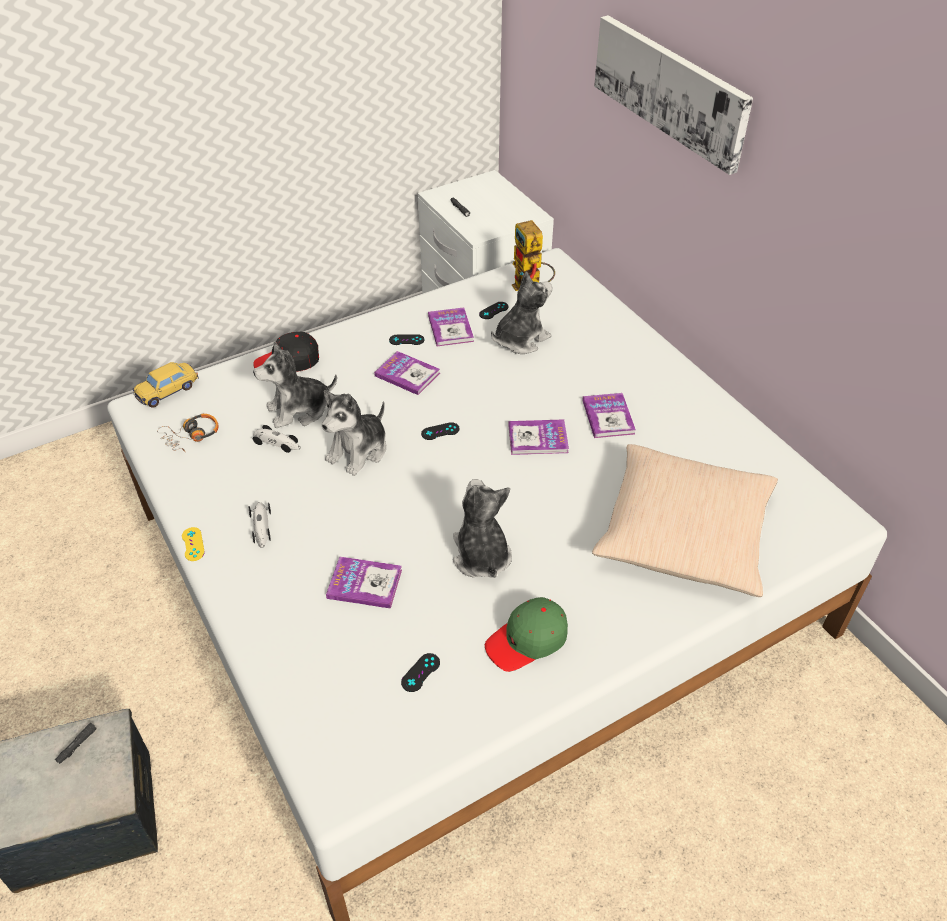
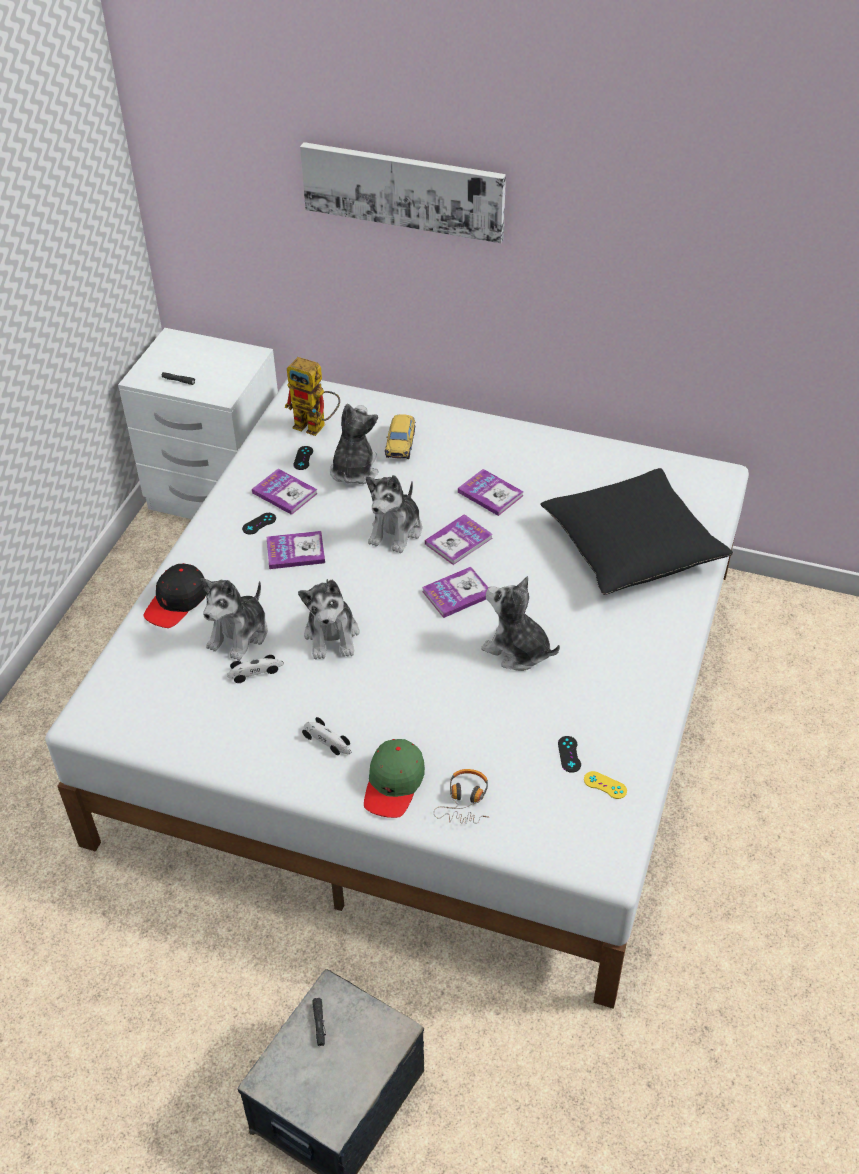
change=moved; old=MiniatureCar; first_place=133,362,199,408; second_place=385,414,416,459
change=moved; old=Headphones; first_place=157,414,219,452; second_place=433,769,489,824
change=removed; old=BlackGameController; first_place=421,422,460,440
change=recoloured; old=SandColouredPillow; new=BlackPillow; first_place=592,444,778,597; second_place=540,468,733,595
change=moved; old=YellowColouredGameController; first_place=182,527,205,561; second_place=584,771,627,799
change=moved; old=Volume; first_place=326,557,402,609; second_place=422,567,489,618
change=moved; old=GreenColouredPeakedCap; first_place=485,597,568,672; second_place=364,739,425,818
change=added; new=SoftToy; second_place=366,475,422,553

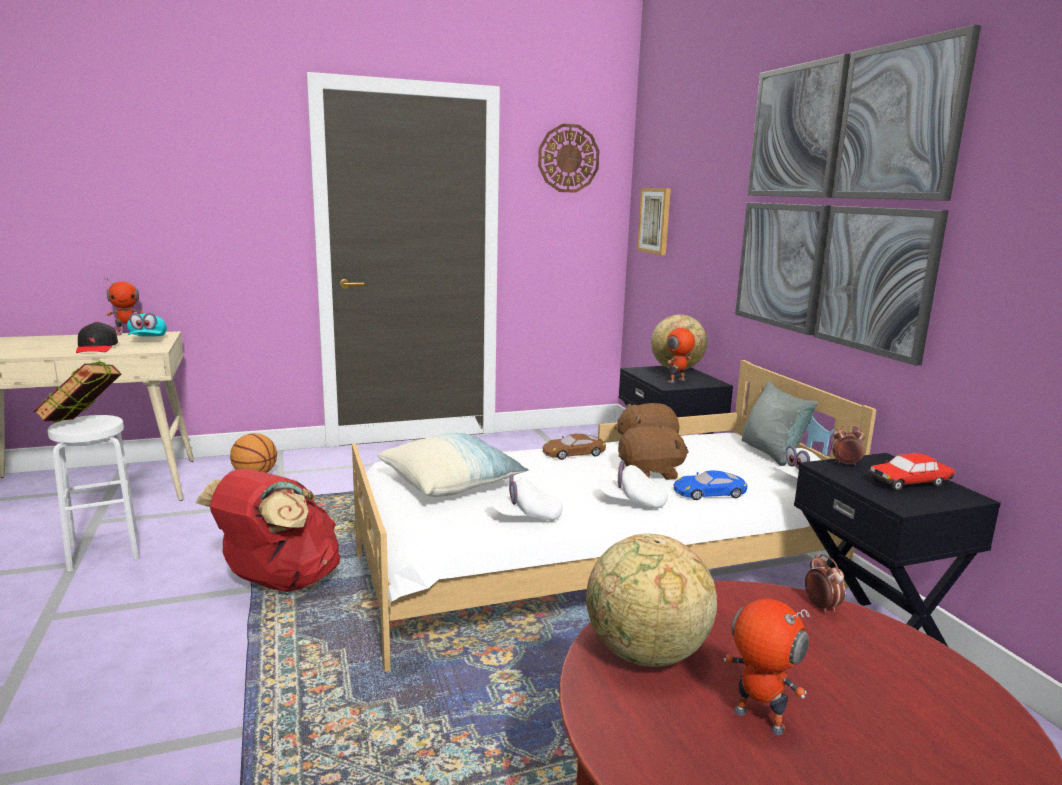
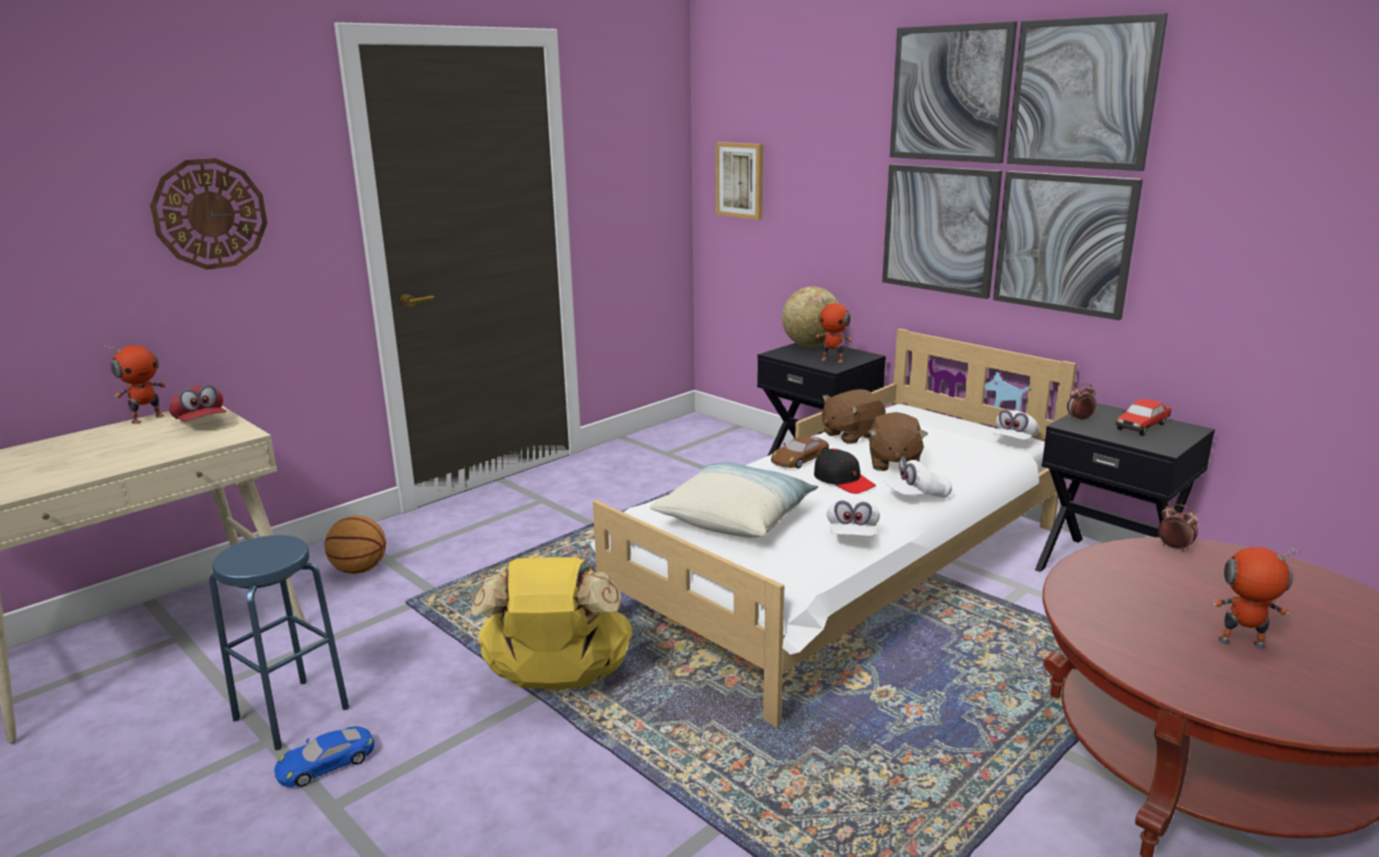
change=moved; old=WallClock; first_place=538,124,600,193; second_place=150,158,267,270
change=recoloured; old=TurquoisePeakedCap; new=ReddishPeakedCap; first_place=127,313,167,337; second_place=169,385,227,421
change=moved; old=BlackPeakedCap; first_place=76,322,118,353; second_place=814,449,876,494
change=turned; old=RobotFigure; first_place=667,324,695,383; second_place=816,298,852,363; degrees=-90
change=removed; old=Volume; first_place=33,361,121,422
change=removed; old=GreyPillow; first_place=741,381,818,466
change=recoloured; old=WhitishStool; new=BlueStool; first_place=47,415,139,572; second_place=209,535,349,750
change=turned; old=BrownColouredSoftToy; first_place=618,426,689,480; second_place=868,412,928,471; degrees=135
change=recoloured; old=ReddishKnapsack; new=YellowColouredKnapsack; first_place=195,469,340,592; second_place=472,557,633,689
change=moved; old=BlueMiniatureCar; first_place=674,470,748,500; second_place=274,726,374,787
change=turned; old=WhitishPeakedCap; first_place=489,474,562,521; second_place=827,499,880,536; degrees=-45
change=removed; old=Globe; first_place=586,533,717,667

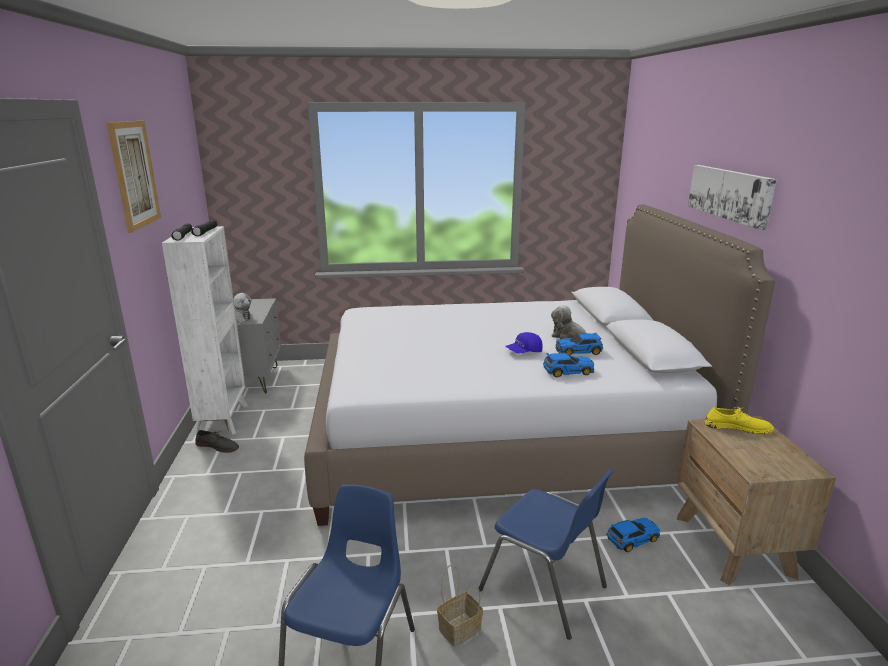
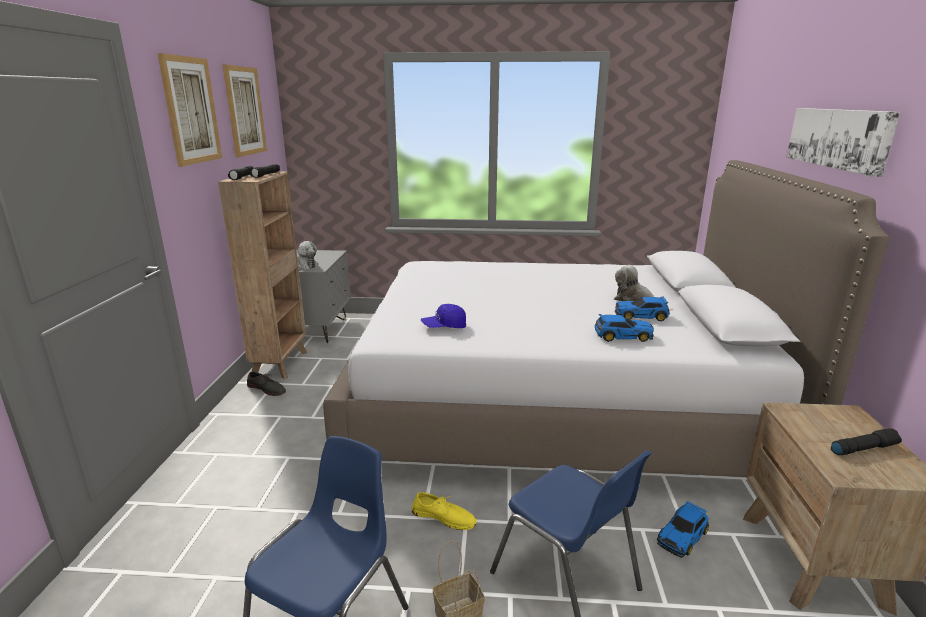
change=recoloured; old=WhitishBookcase; new=BrownColouredBookcase; first_place=162,226,248,435; second_place=218,172,307,379
change=moved; old=BluePeakedCap; first_place=505,332,543,353; second_place=420,304,466,328
change=moved; old=YellowColouredLowShoe; first_place=705,407,774,434; second_place=412,492,477,530
change=turned; old=MiniatureCar; first_place=607,518,660,552; second_place=657,501,709,558; degrees=150
change=added; new=WallArt; second_place=222,64,267,157
change=added; new=BlackHandTorch; second_place=831,428,902,455

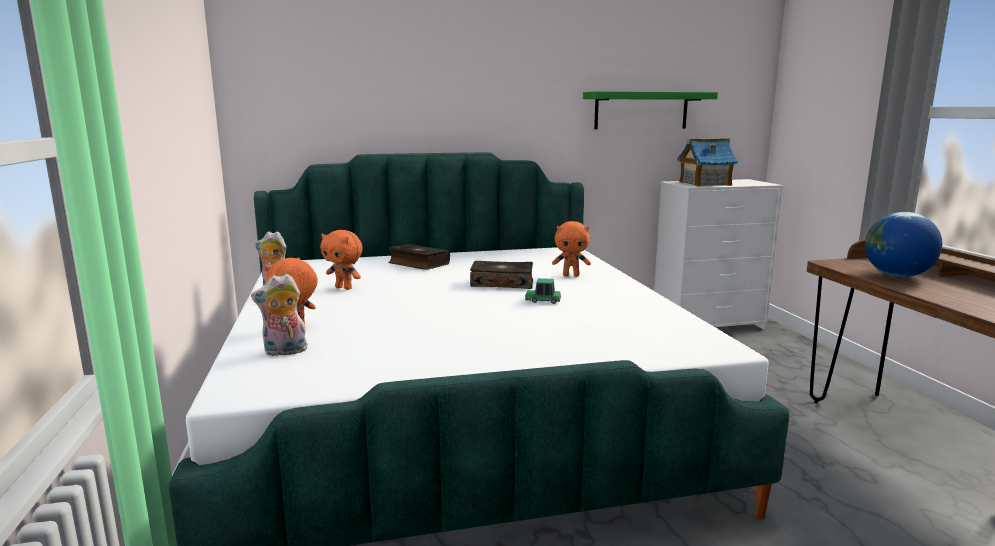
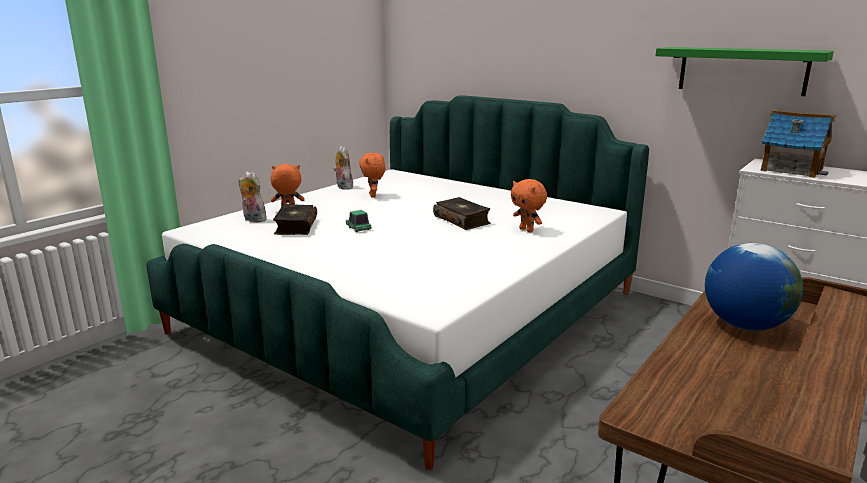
change=moved; old=Volume; first_place=388,244,450,270; second_place=273,204,317,235
change=moved; old=MiniatureCar; first_place=525,278,561,304; second_place=346,210,372,232

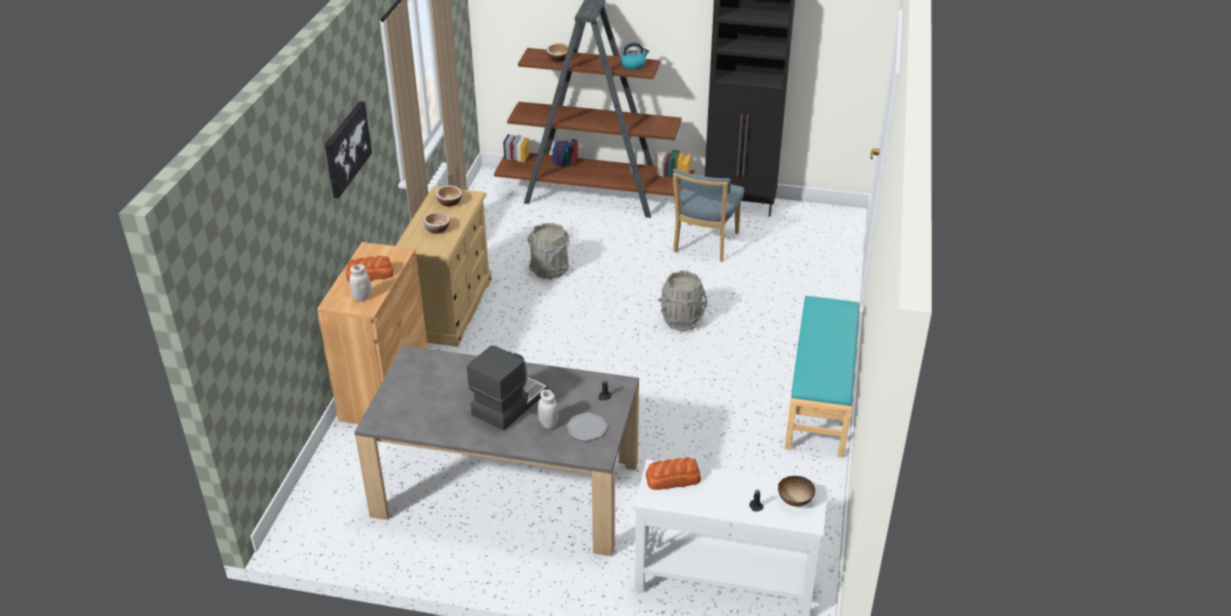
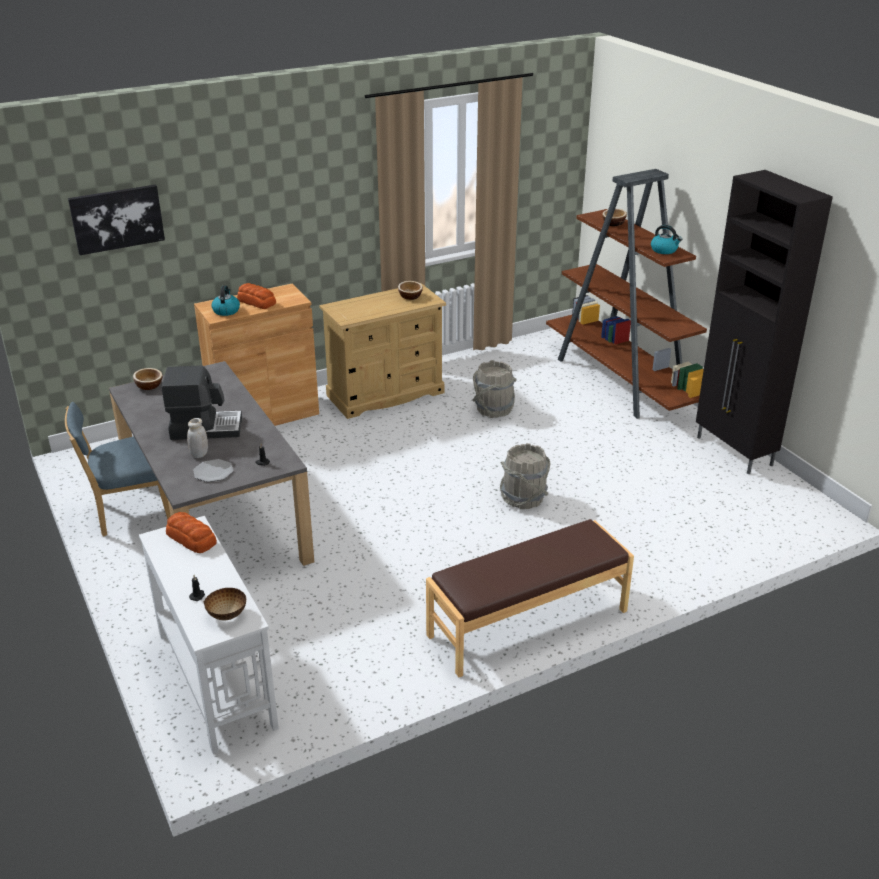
change=moved; old=WallArt; first_place=325,101,372,198; second_place=68,185,165,255
change=moved; old=BluePlainChair; first_place=673,168,744,262; second_place=65,402,171,536
change=moved; old=DeepDish; first_place=423,212,450,233; second_place=133,368,162,390
change=replaced; old=WhitishJar; new=Kettle; first_place=349,264,371,301; second_place=211,285,240,316
change=recoloured; old=TurquoiseIndoorBench; new=BrownColouredIndoorBench; first_place=785,296,860,457; second_place=426,519,634,677

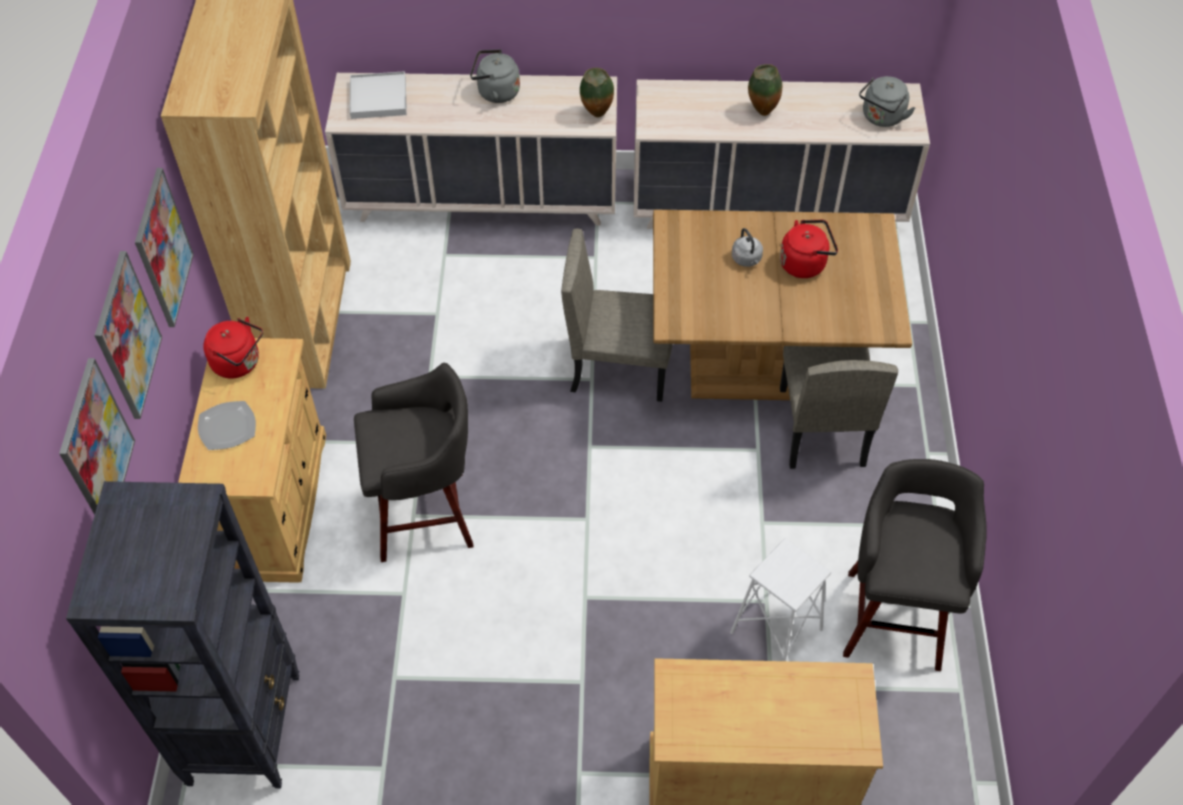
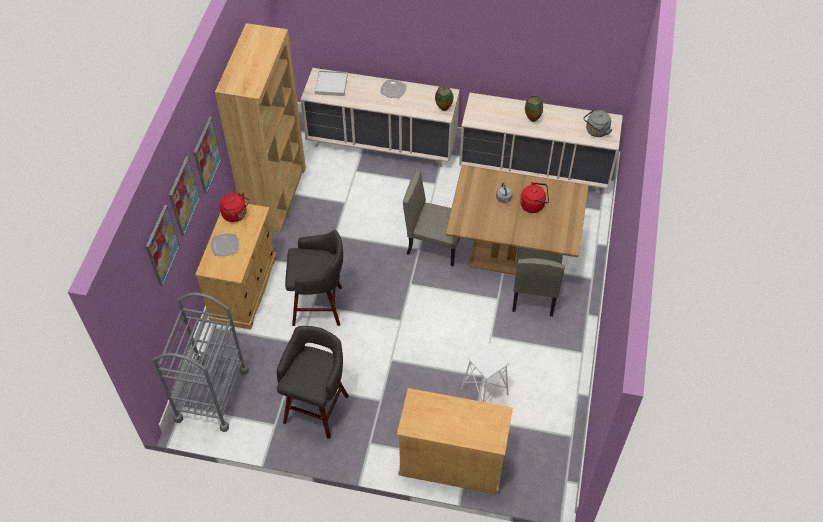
change=replaced; old=GreyKettle; new=DinnerPlate; first_place=470,49,520,103; second_place=380,80,406,98
change=moved; old=GreyStool; first_place=843,459,987,671; second_place=277,326,349,439
change=replaced; old=BlackBookcase; new=GreyCart; first_place=66,481,299,788; second_place=153,293,249,432

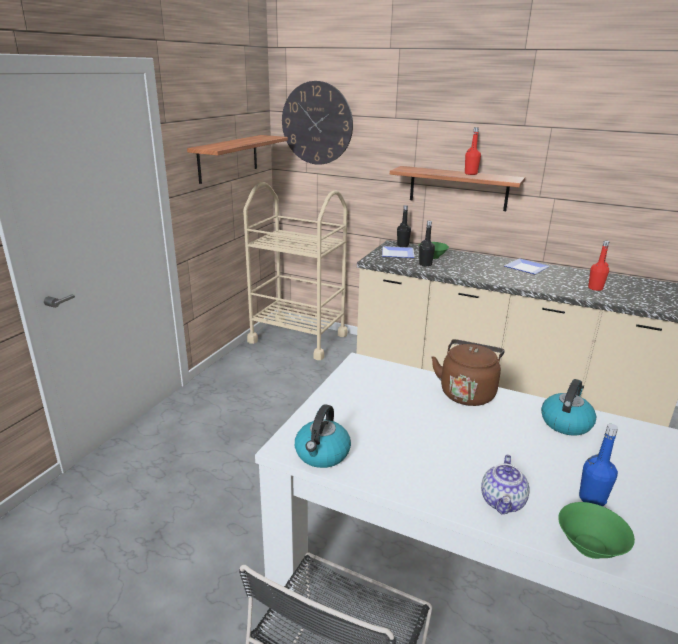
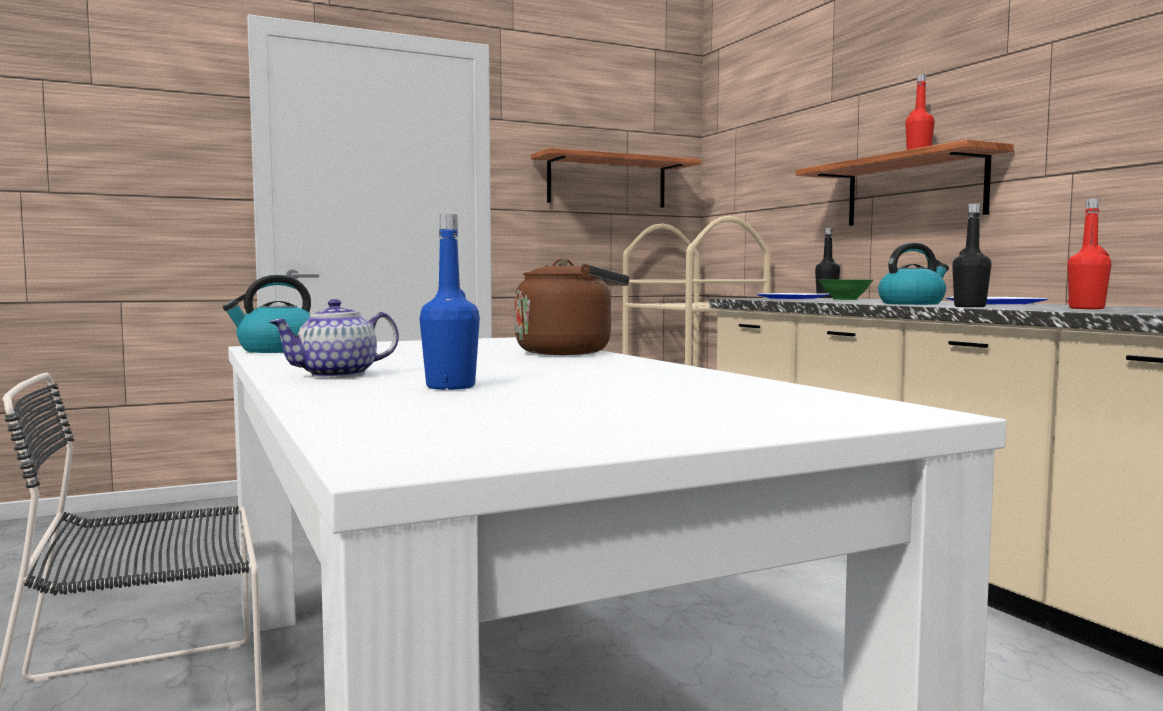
change=removed; old=WallClock; first_place=282,81,353,165
change=moved; old=BlackDrinkBottle; first_place=419,221,435,267; second_place=952,203,991,307
change=moved; old=Kettle; first_place=541,379,596,436; second_place=878,243,949,305
change=removed; old=GreenColouredDeepDish; first_place=558,502,635,559

